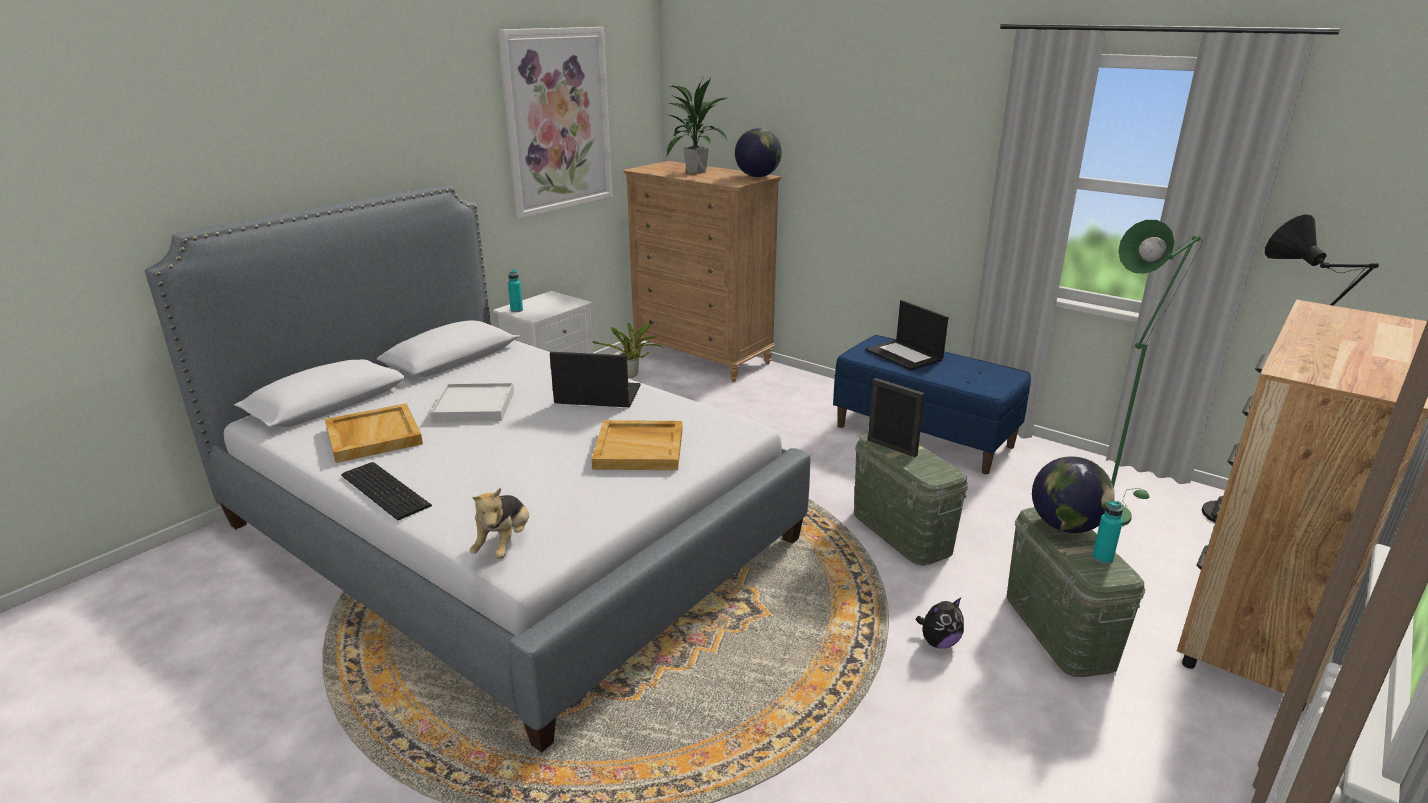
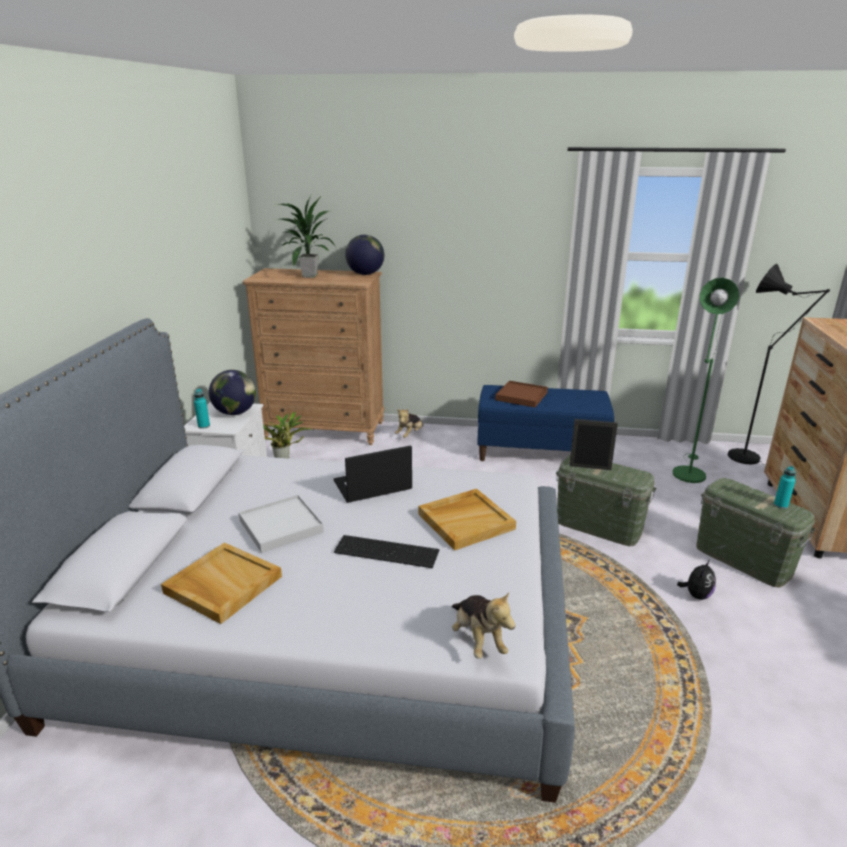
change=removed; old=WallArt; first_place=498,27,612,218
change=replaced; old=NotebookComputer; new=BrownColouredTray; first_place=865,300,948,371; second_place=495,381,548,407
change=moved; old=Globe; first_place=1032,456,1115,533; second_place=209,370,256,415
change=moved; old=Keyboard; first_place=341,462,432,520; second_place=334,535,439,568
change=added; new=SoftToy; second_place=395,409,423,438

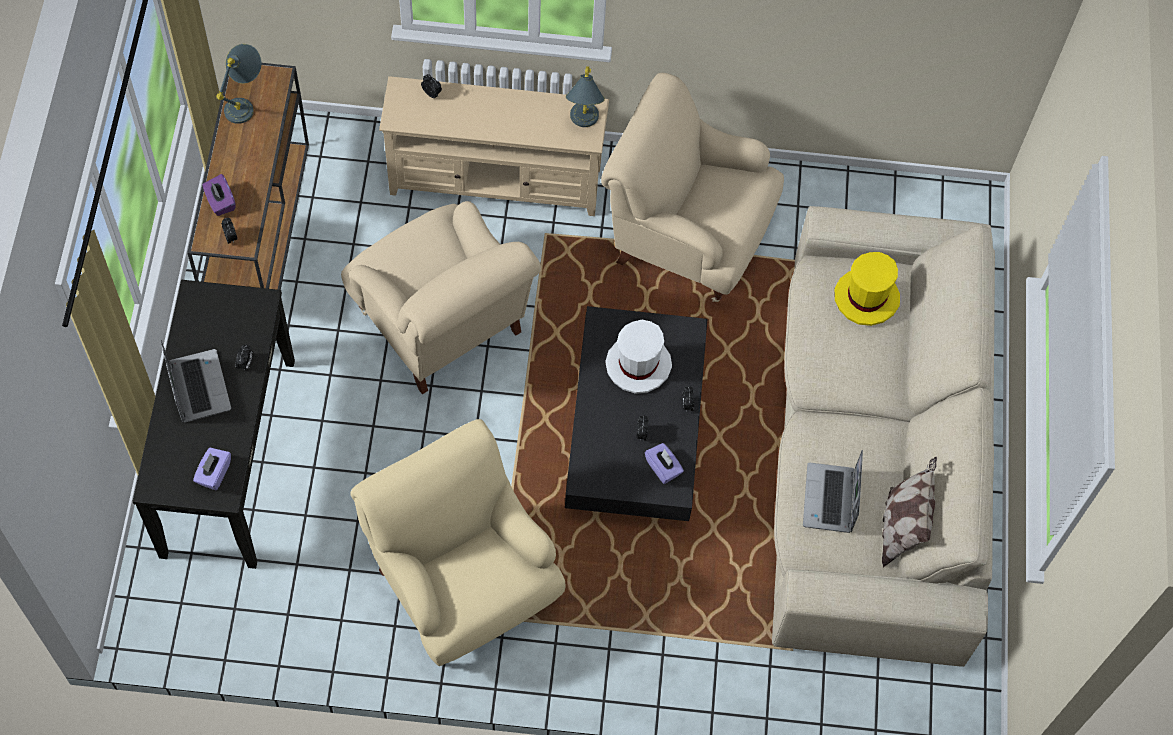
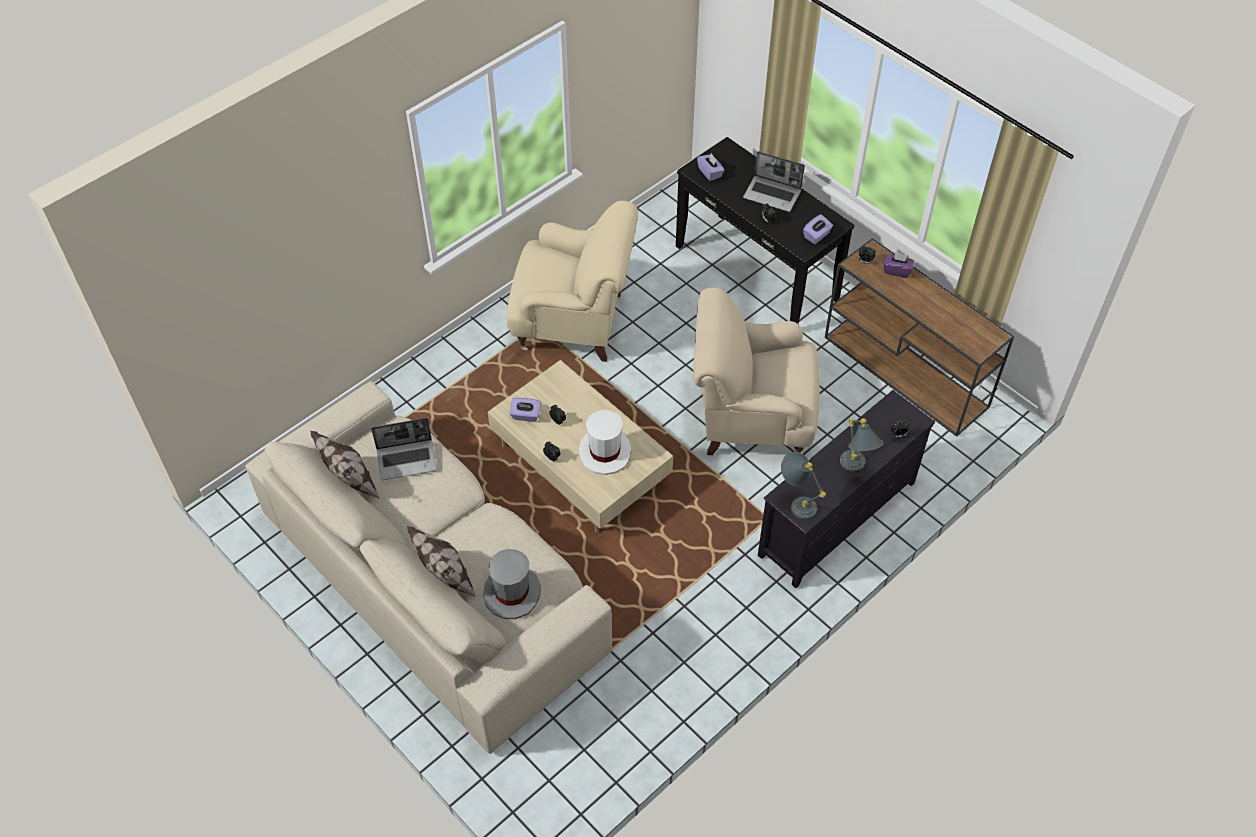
change=moved; old=GreyTableLamp; first_place=216,44,262,124; second_place=840,418,883,472
change=removed; old=SandColouredLoungeChair; first_place=601,73,784,302
change=recoloured; old=SandColouredTvStand; new=BlackTvStand; first_place=379,76,609,216; second_place=758,390,935,588
change=recoloured; old=YellowColouredHat; new=GreyHat; first_place=834,252,900,326; second_place=483,549,541,619
change=recoloured; old=BlackCoffeeTable; new=SandColouredCoffeeTable; first_place=565,306,707,521; second_place=488,360,673,532
change=turned; old=NotebookComputer; first_place=803,450,863,533; second_place=371,418,437,480; degrees=120
change=added; new=PurpleColouredTissueBox; second_place=803,214,833,244
change=added; new=Pillow; second_place=407,526,476,597

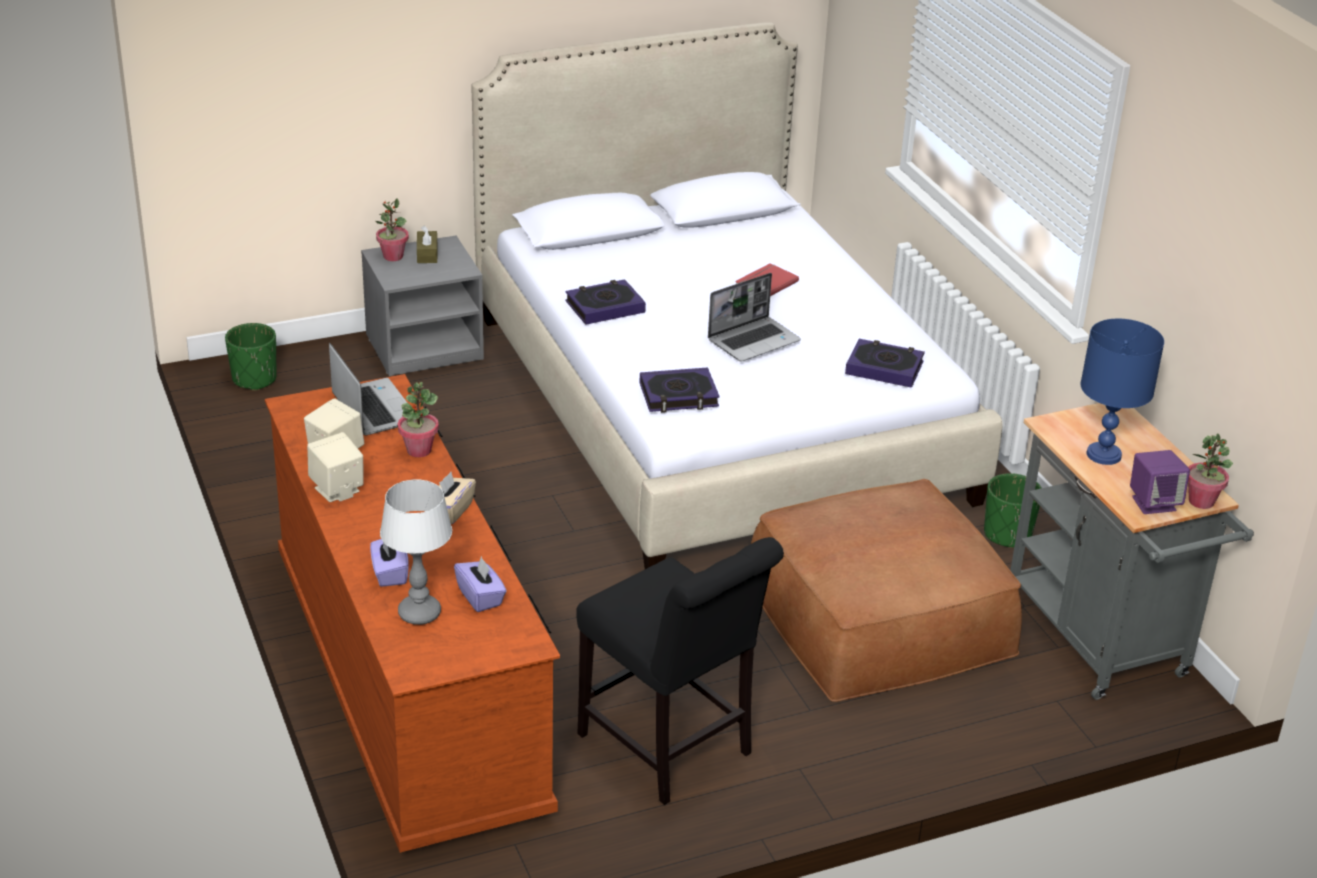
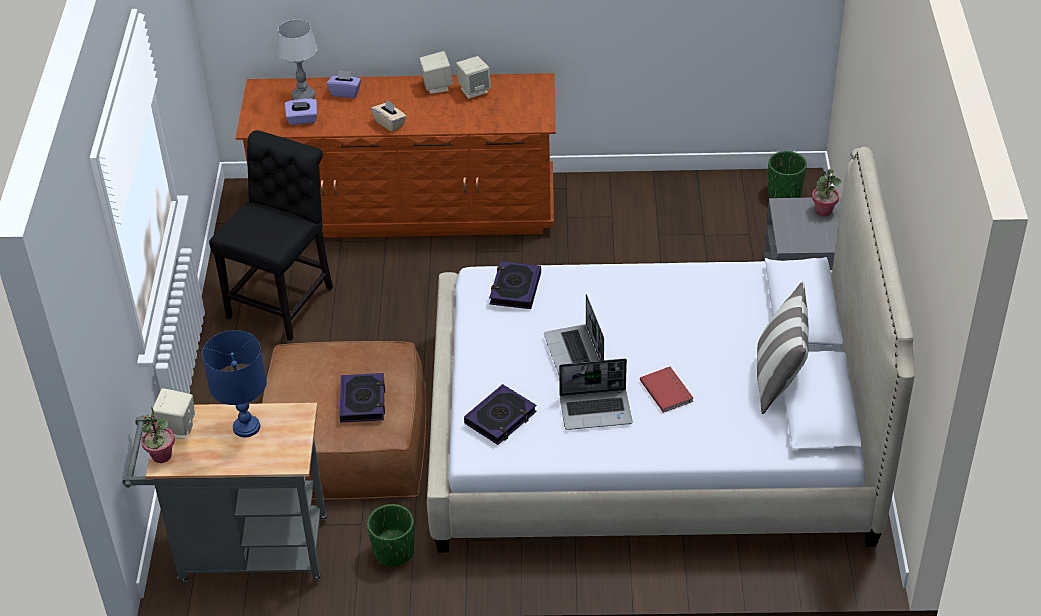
change=removed; old=BrownColouredTissueBox; first_place=417,225,437,263
change=moved; old=Volume; first_place=565,279,646,325; second_place=340,373,385,423
change=moved; old=NotebookComputer; first_place=329,343,407,435; second_place=559,359,632,430
change=removed; old=PlantInAPot; first_place=398,382,439,457
change=recoloured; old=PurpleColouredLoudspeaker; new=SandColouredLoudspeaker; first_place=1130,450,1190,514; second_place=153,388,195,439
change=turned; old=BlackPlainChair; first_place=576,537,784,805; second_place=209,130,333,341; degrees=135
change=added; new=Pillow; second_place=757,281,809,414

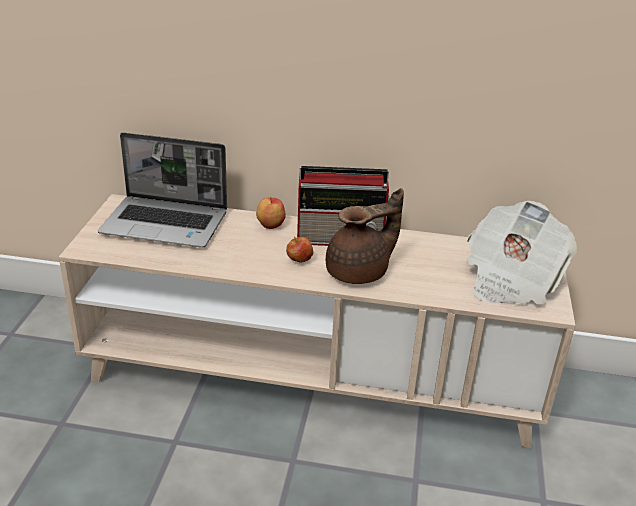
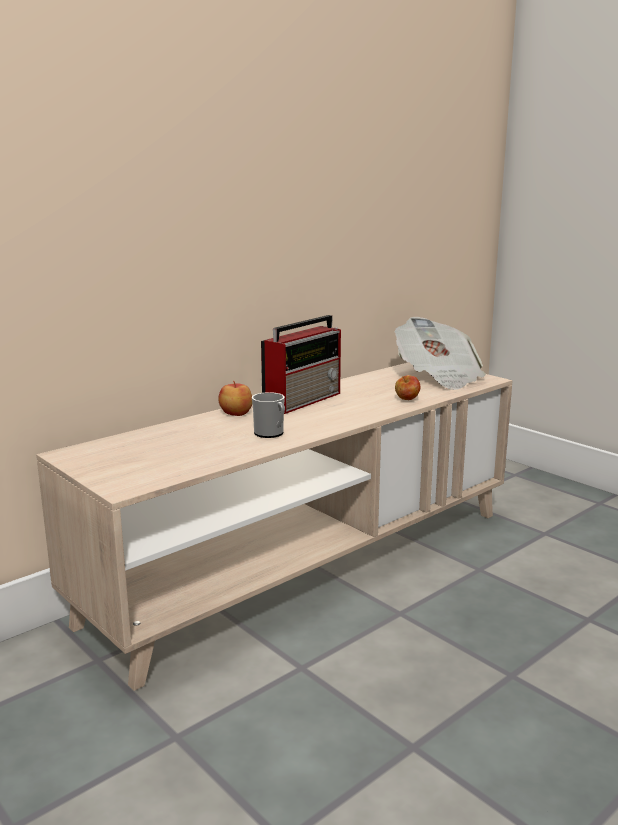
change=removed; old=NotebookComputer; first_place=98,132,227,248
change=removed; old=BrownColouredTeapot; first_place=326,188,404,284
change=moved; old=WholeApple; first_place=286,237,313,262; second_place=395,375,421,400
change=added; new=TeaMug; second_place=252,392,285,438

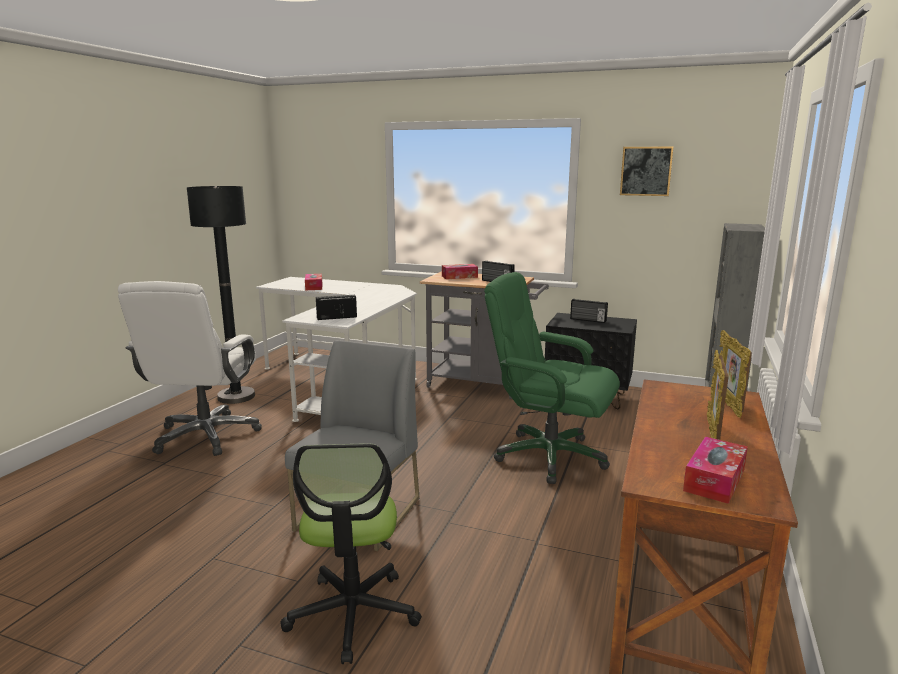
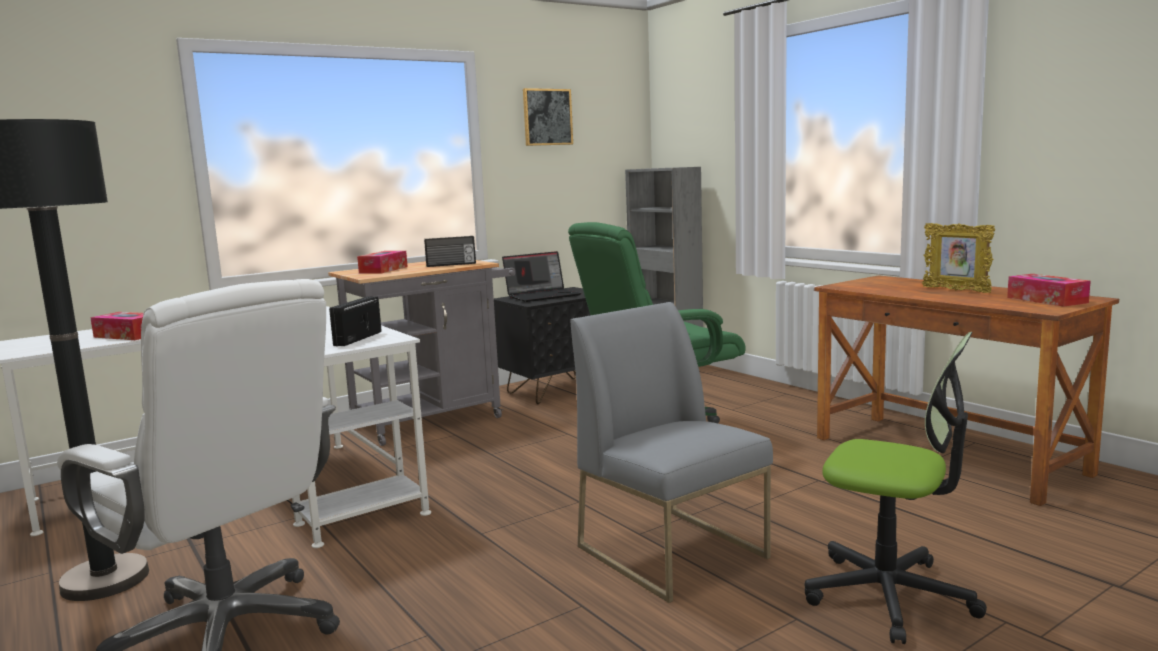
change=replaced; old=RadioReceiver; new=NotebookComputer; first_place=570,299,608,323; second_place=502,251,581,302
change=removed; old=PhotoFrame; first_place=720,330,752,418

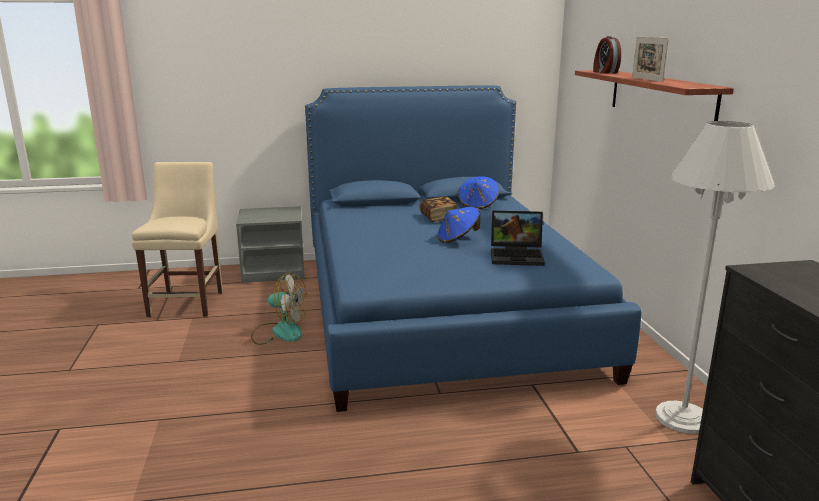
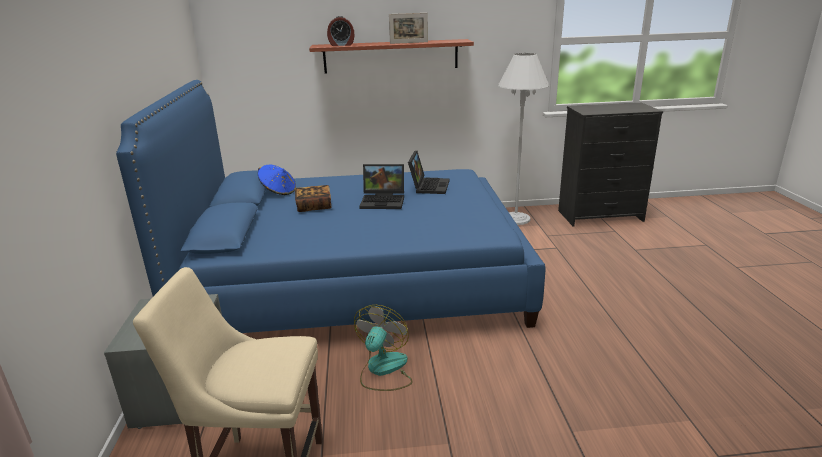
change=replaced; old=BlueHat; new=NotebookComputer; first_place=437,207,480,243; second_place=359,164,404,209

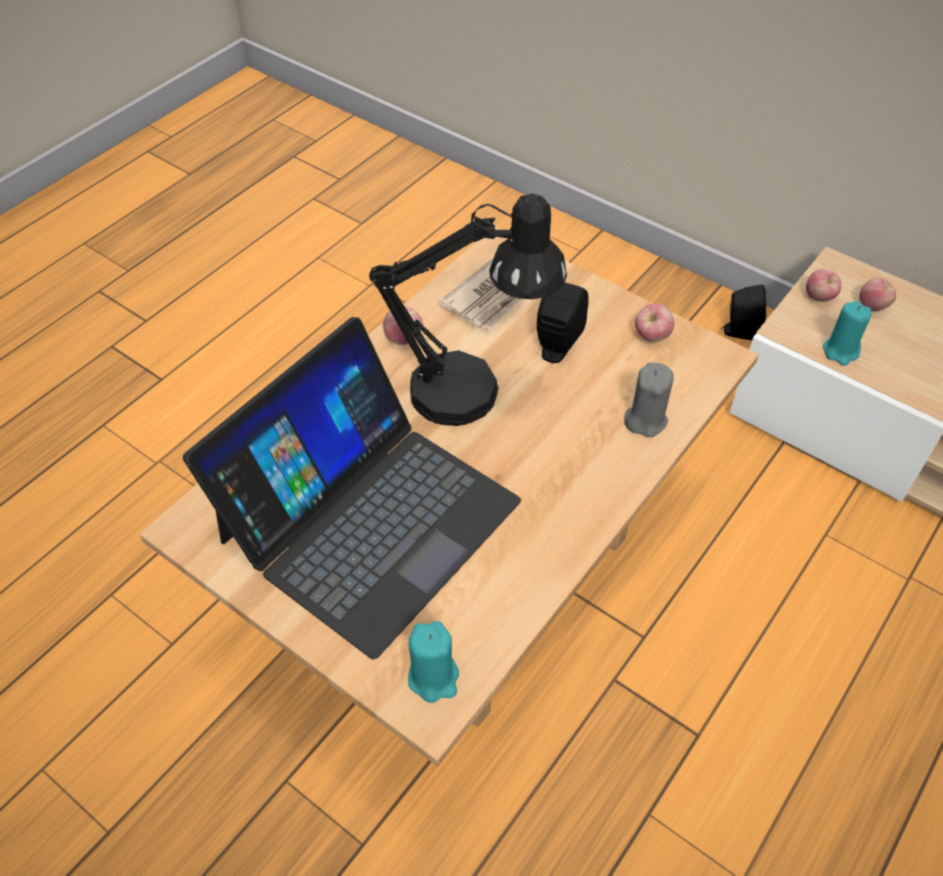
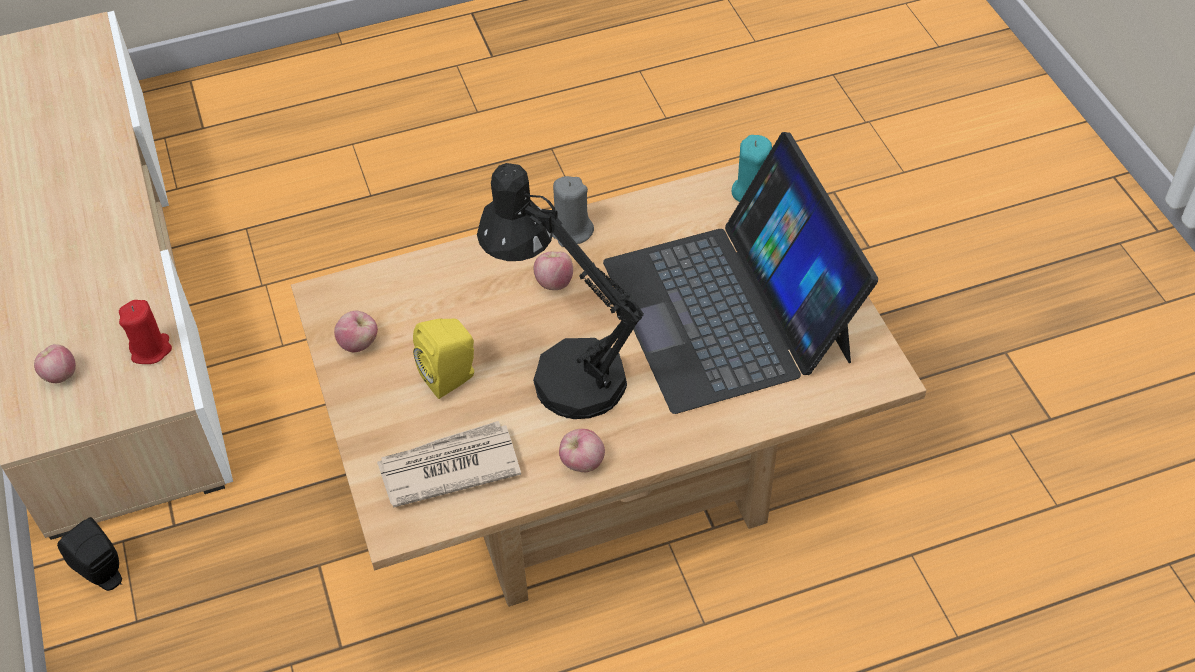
change=moved; old=WholeApple; first_place=806,269,841,301; second_place=534,251,573,290
change=recoloured; old=BlackLoudspeaker; new=YellowColouredLoudspeaker; first_place=537,283,588,364; second_place=413,318,474,399
change=recoloured; old=TurquoiseCandle; new=ReddishCandle; first_place=823,301,871,366; second_place=119,300,172,364
change=turned; old=NotebookComputer; first_place=183,317,521,660; second_place=603,132,878,414; degrees=-90
change=moved; old=GreyCandle; first_place=624,362,674,437; second_place=552,176,594,247

